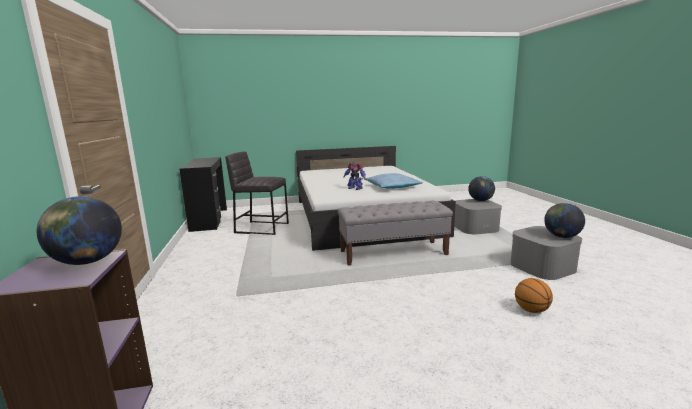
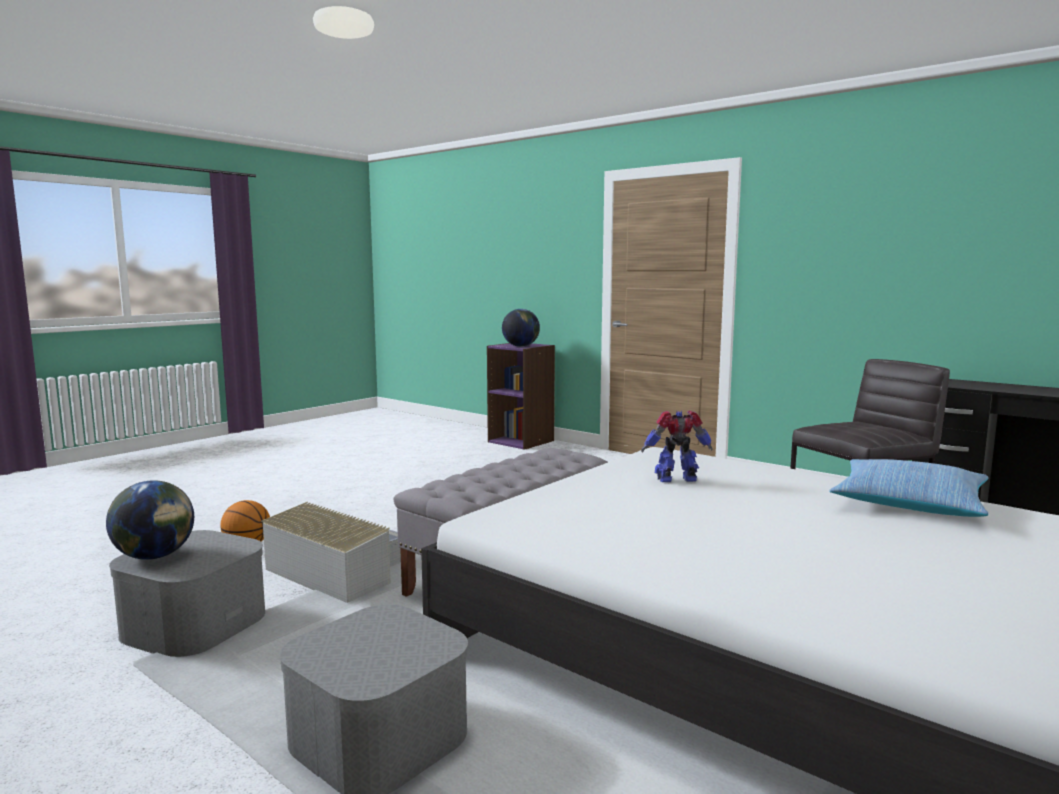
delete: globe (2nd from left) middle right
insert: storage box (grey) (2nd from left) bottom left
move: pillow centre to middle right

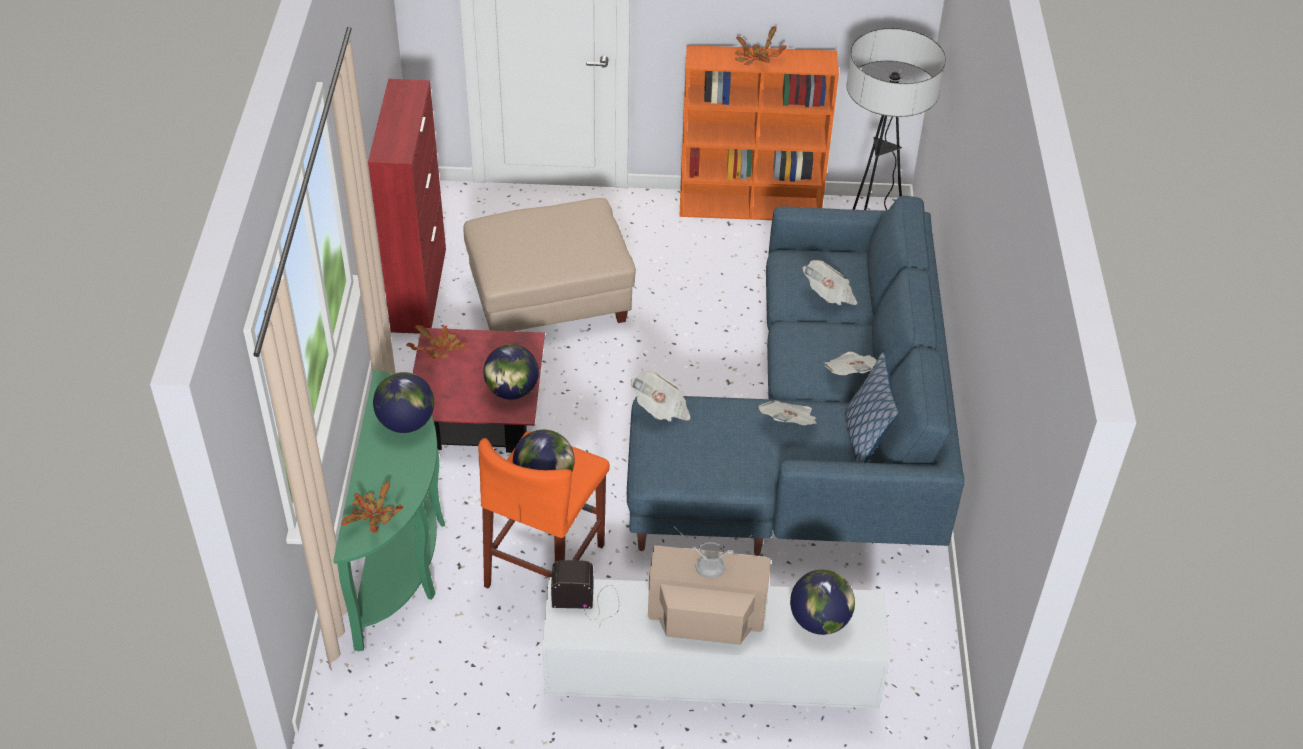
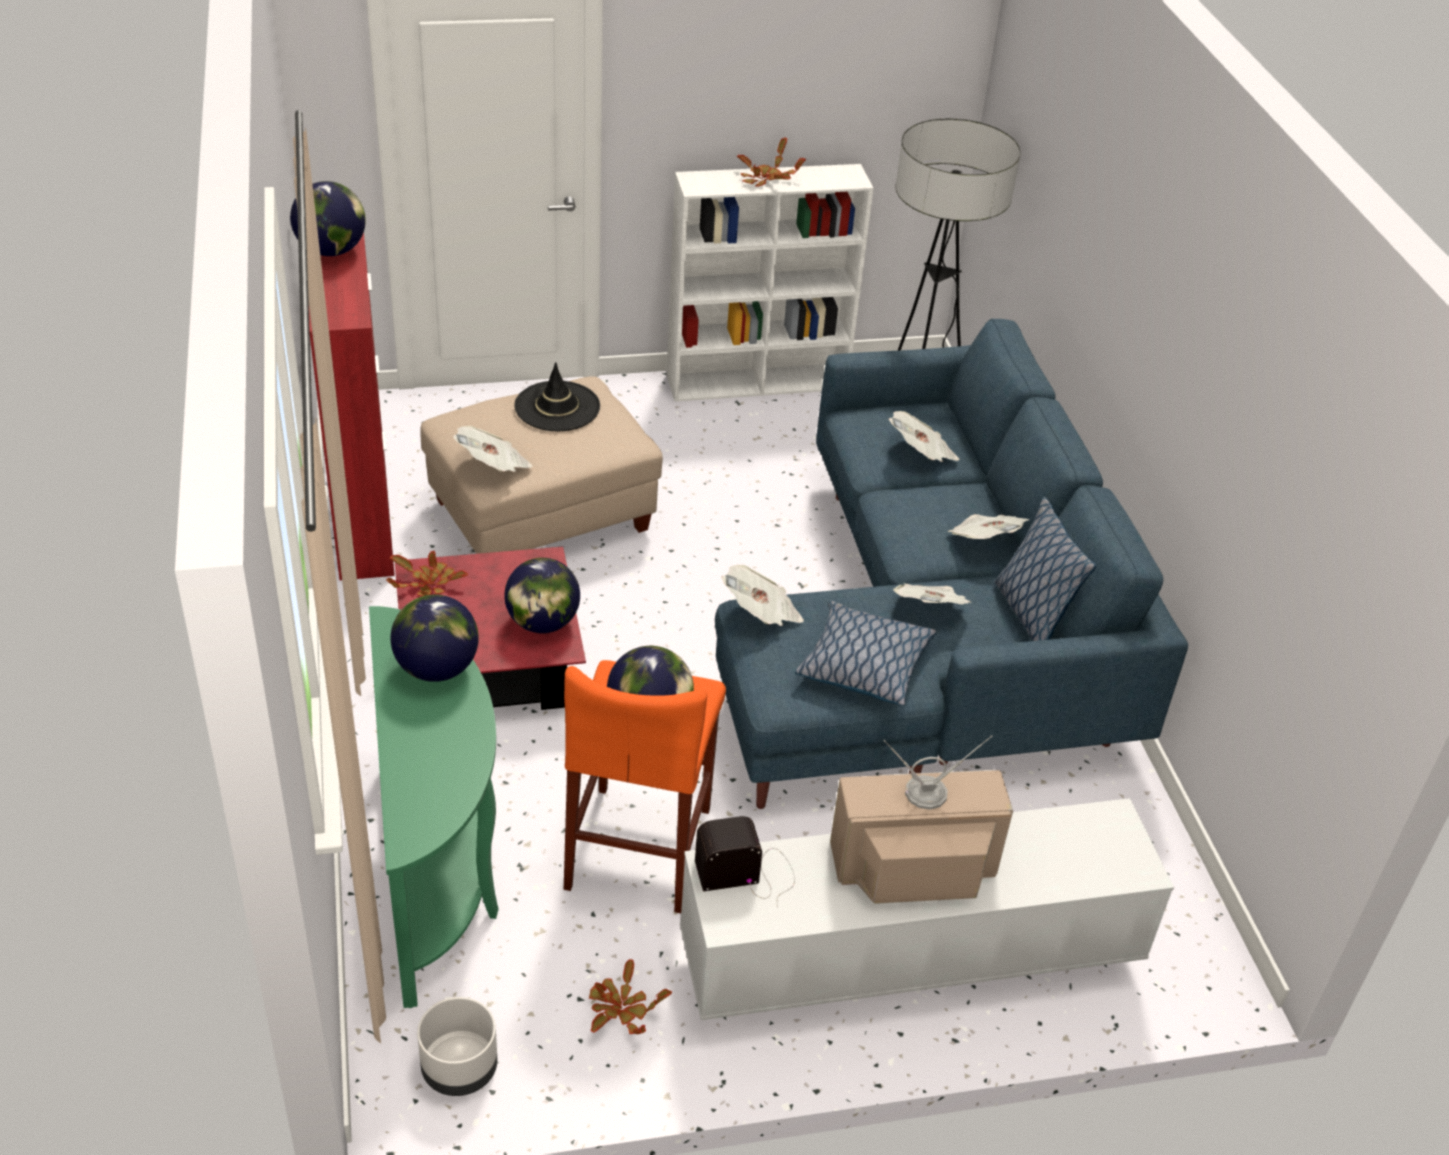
insert: hat (black) centre; newspaper (1st from left) centre; pillow (1st from left) centre; planter (grey) bottom left
move: potted plant (1st from left in the first image) bottom left to potted plant (2nd from left) bottom centre; globe (4th from left in the first image) bottom centre to globe (1st from left) top left
recolor: bookcase (orange) top centre to bookcase (white) top centre

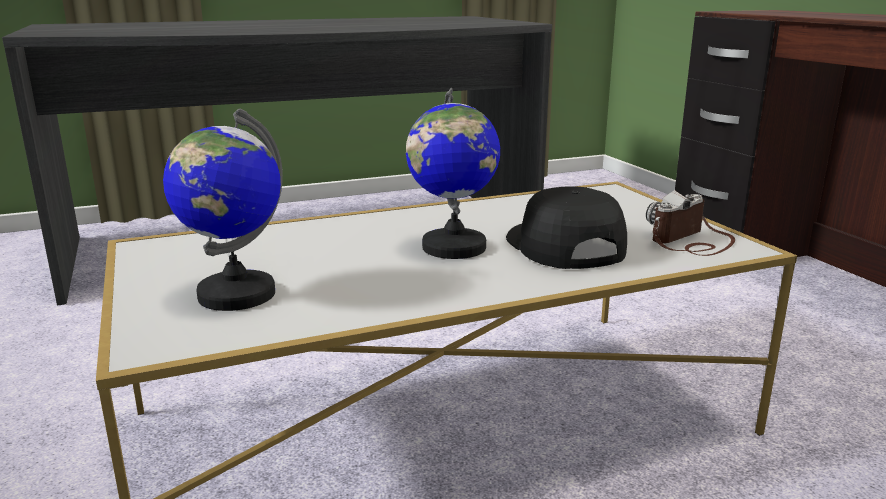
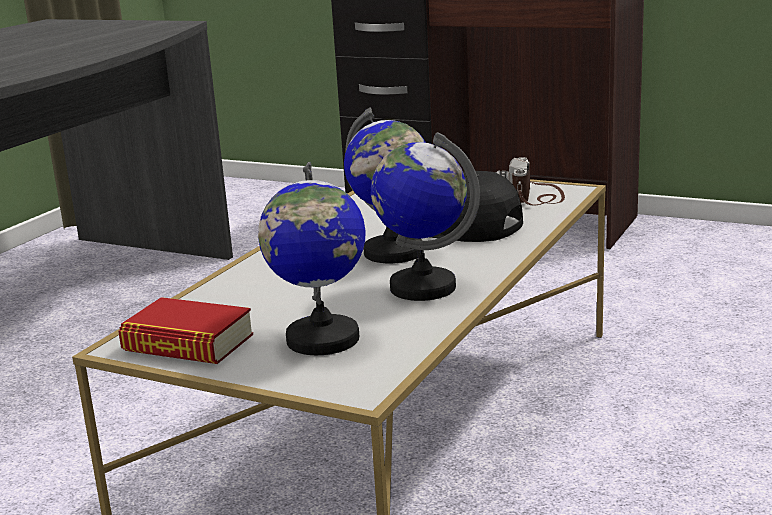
insert: globe (3rd from left) centre; book middle left

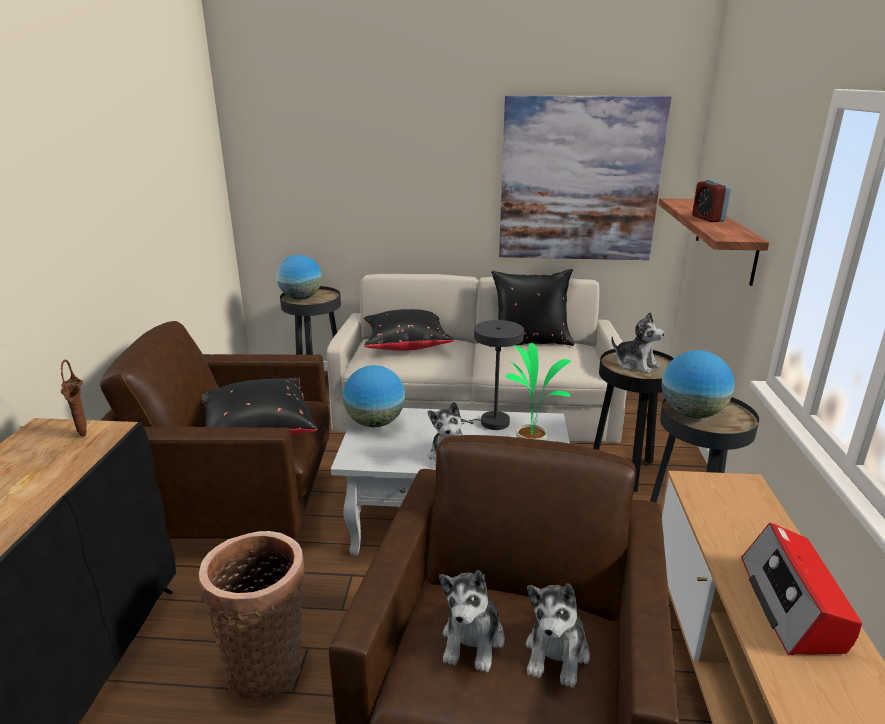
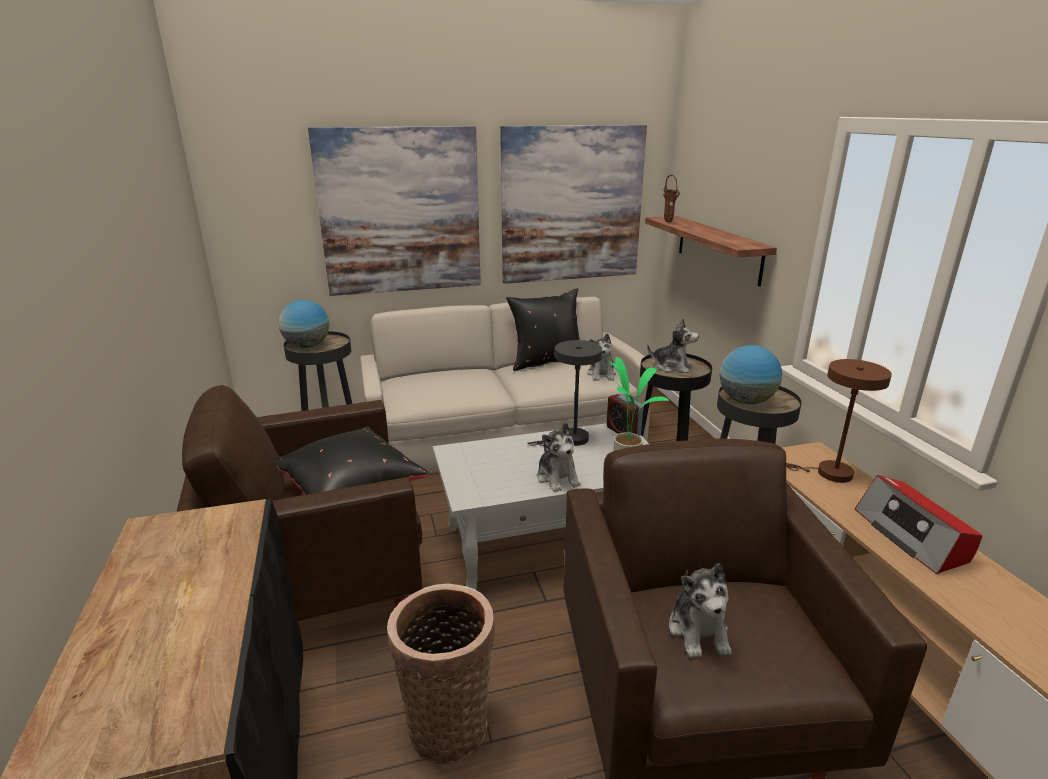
delete: pillow (black) (2nd from left) centre; globe (2nd from left) centre
insert: picture (1st from left) top centre; table lamp (brown) middle right
move: alarm clock top right to centre; vase (brown) middle left to top centre; plush toy (3rd from left in the first image) bottom centre to plush toy (2nd from left) centre

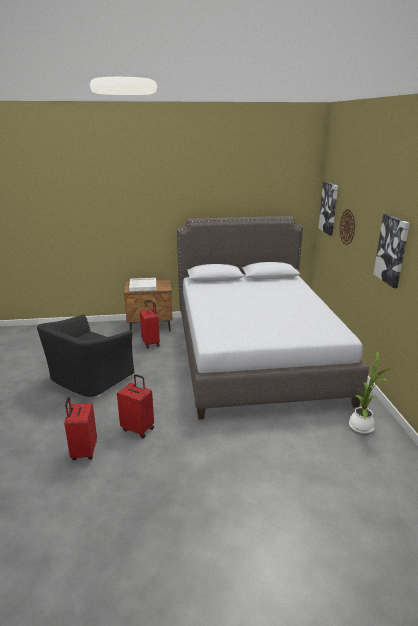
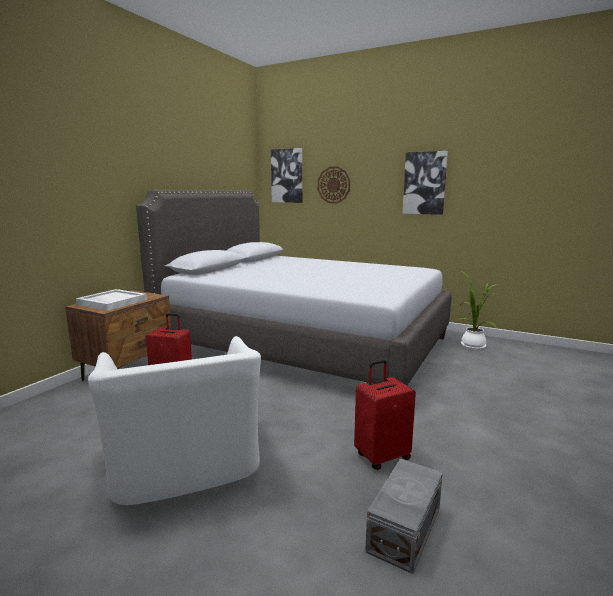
replace: suitcase (red) (1st from left) bottom left to storage box (grey) bottom centre
recolor: armchair (black) middle left to armchair (white) bottom left

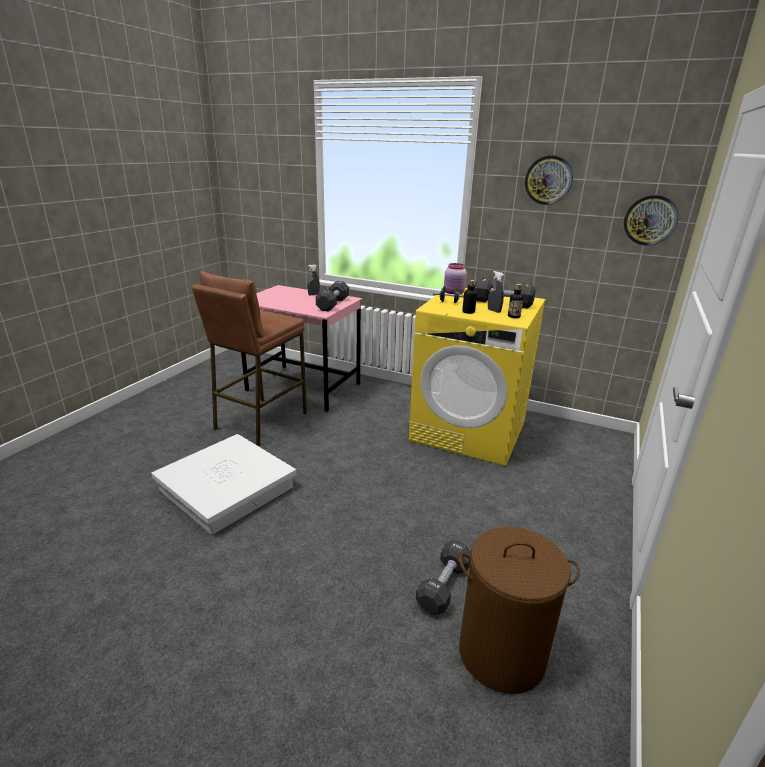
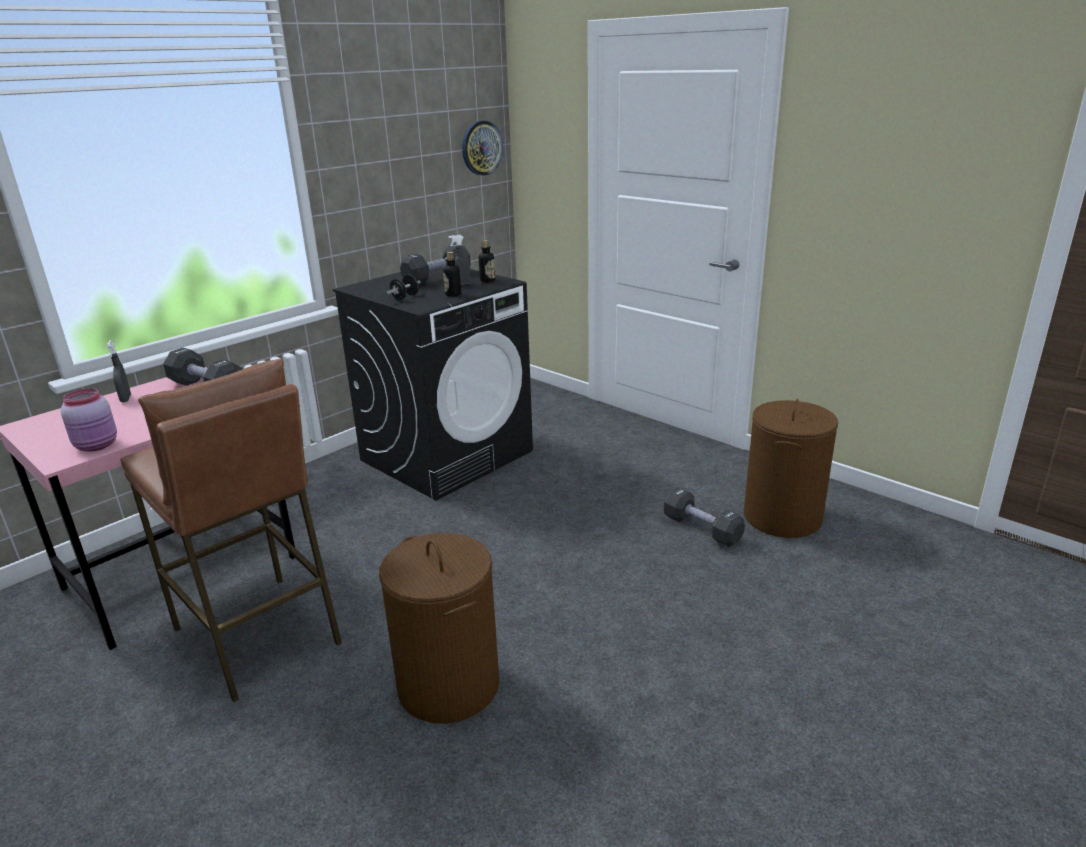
delete: wall clock (1st from left) top right
move: jar (pink) centre to middle left
replace: storage box (white) middle left to laundry basket (brown) (1st from left) bottom centre
recolor: washing machine (yellow) centre to washing machine (black) centre

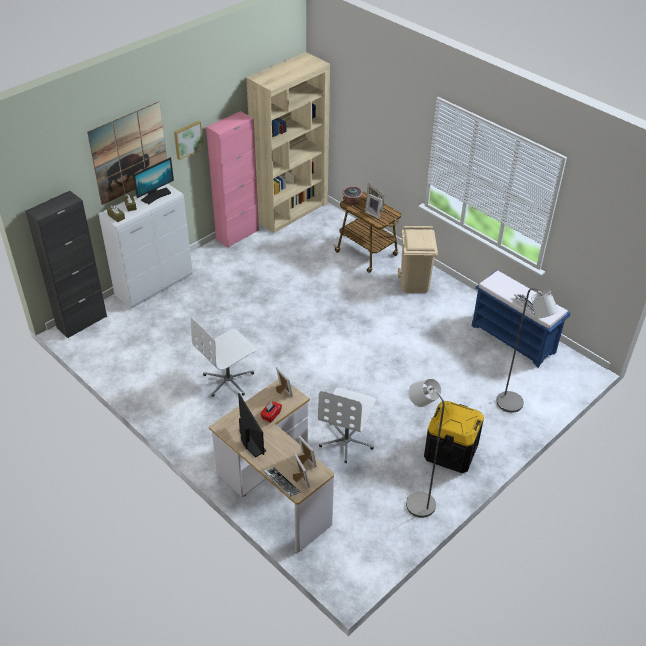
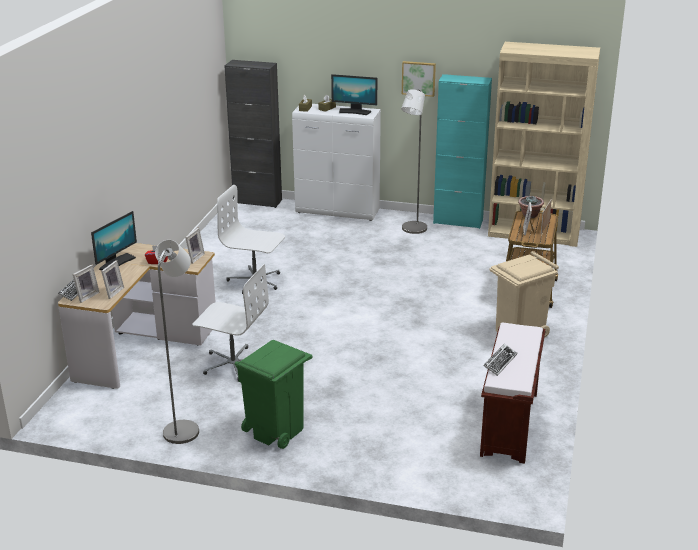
delete: picture (1st from left) top left
move: floor lamp (grey) (2nd from left) middle right to top centre
replace: storage box (black) bottom right to trash can (green) bottom centre
recolor: cabinet (pink) top centre to cabinet (turquoise) top centre; bench (blue) middle right to bench (brown) bottom right
rotate: office chair (white) (2nd from left in the first image) centre = middle left 150 degrees counterclockwise

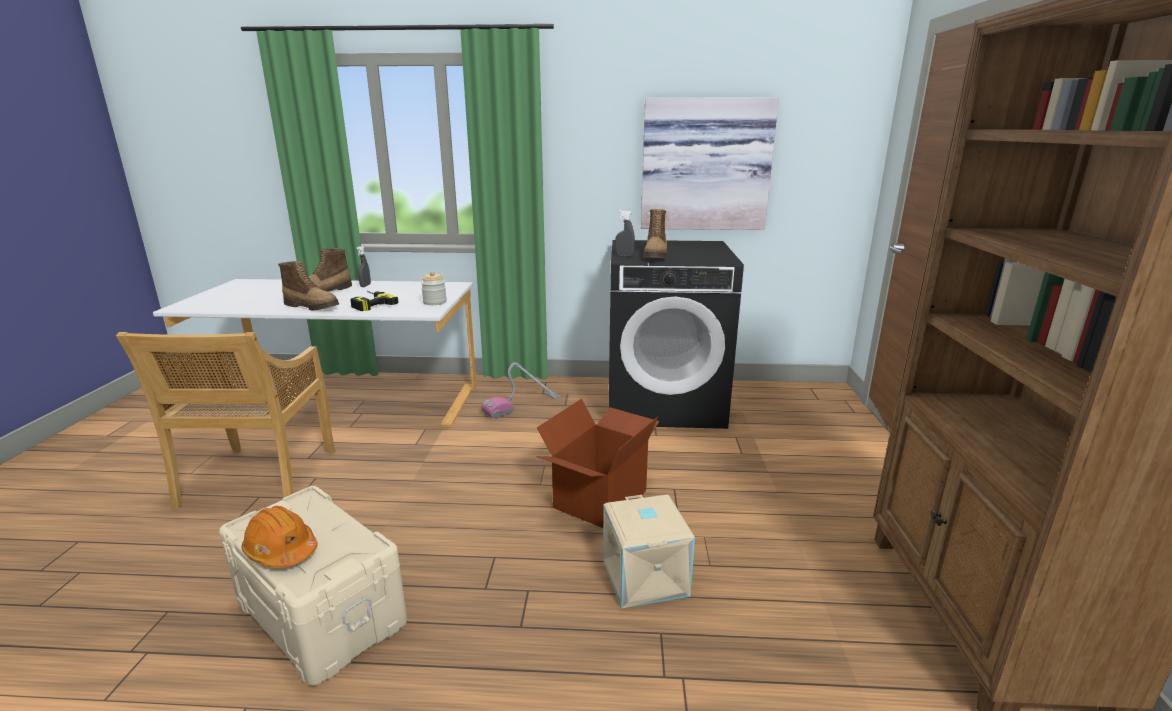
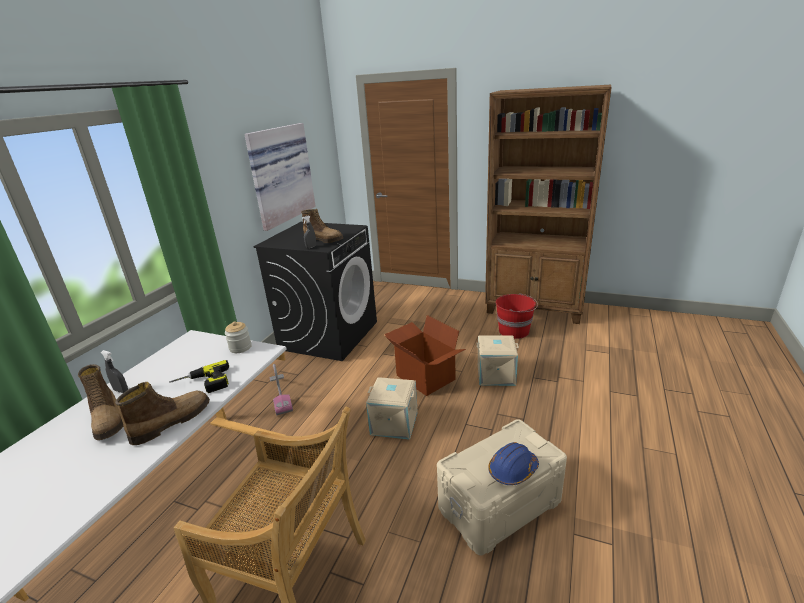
insert: bucket (red) centre; storage box (beige) (1st from left) bottom centre
recolor: hard hat (orange) bottom left to hard hat (blue) bottom centre

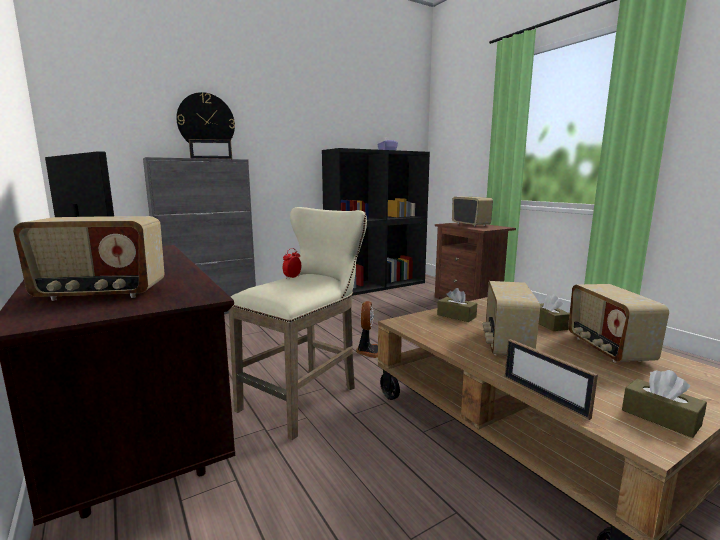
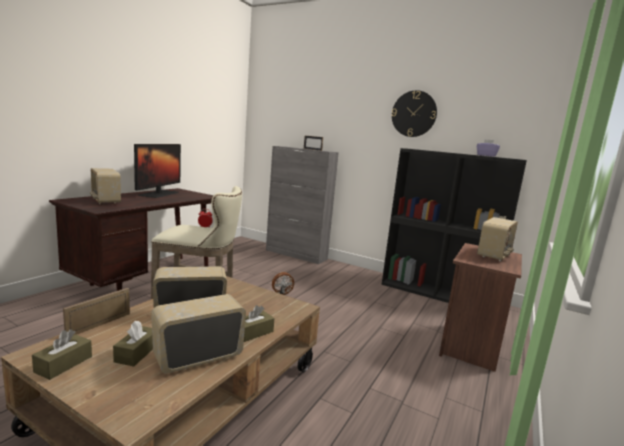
move: wall clock top left to top centre; tissue box (brown) (1st from left in the first image) centre to tissue box (brown) (2nd from left) bottom left

